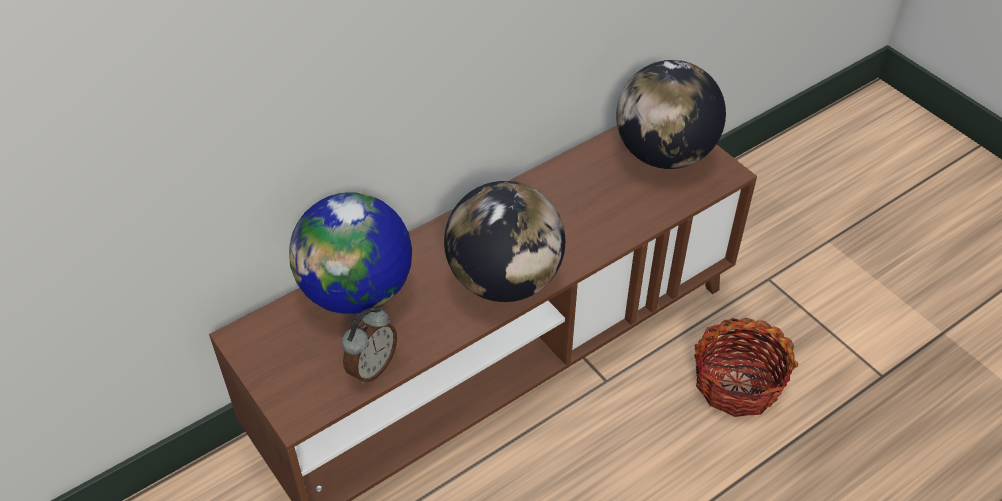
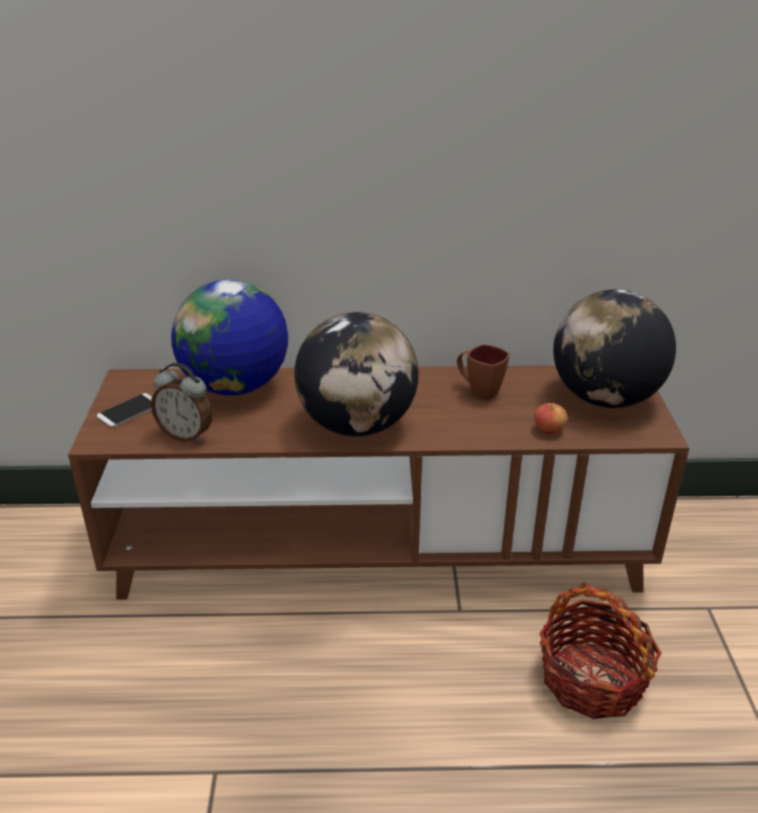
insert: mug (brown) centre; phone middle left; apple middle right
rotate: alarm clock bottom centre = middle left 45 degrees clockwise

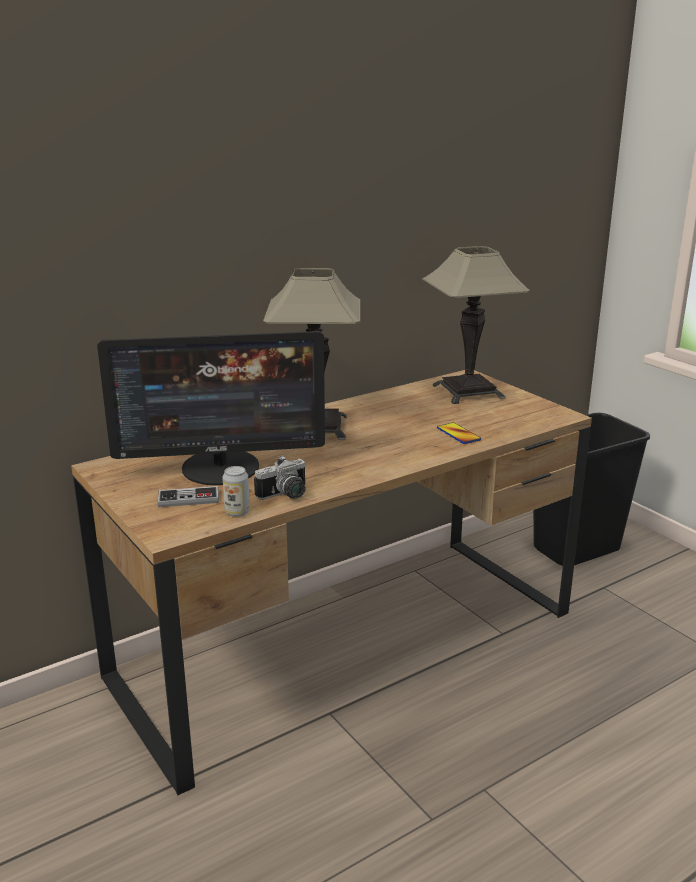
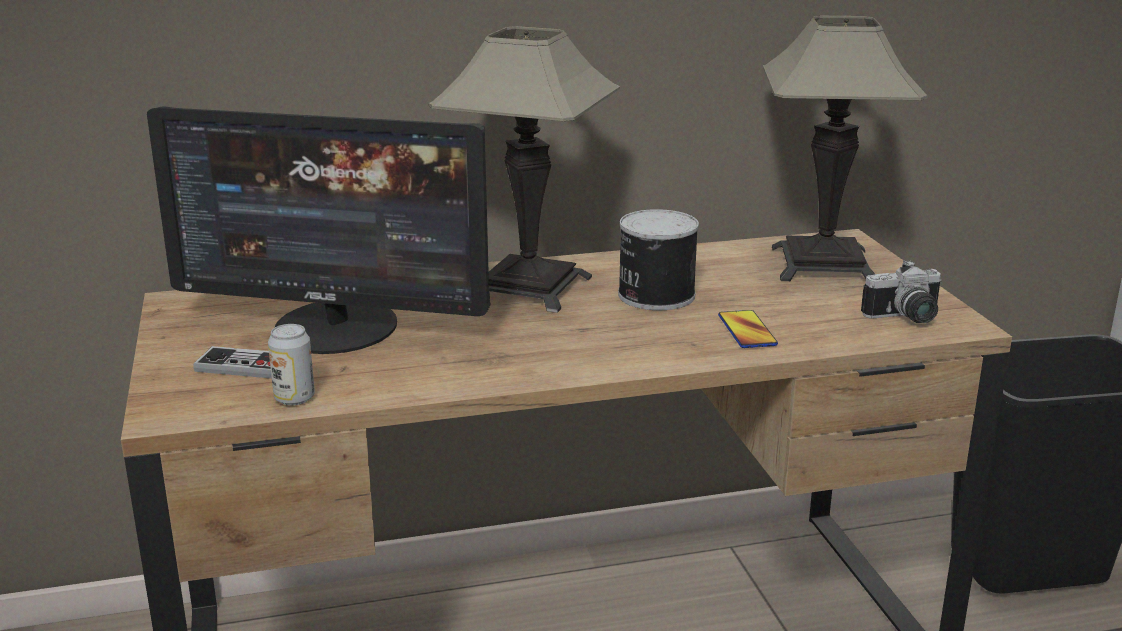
insert: can (2nd from left) centre
move: photo camera centre to middle right

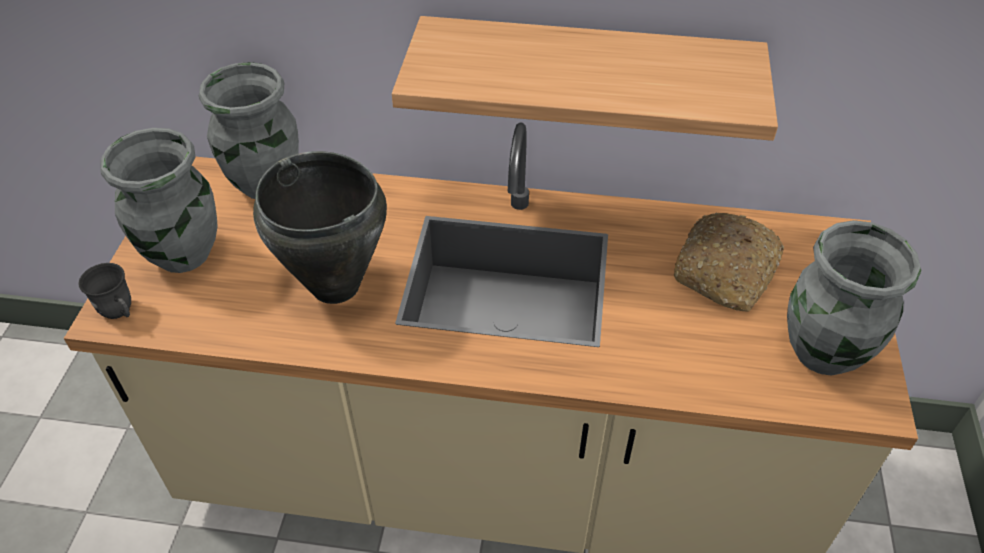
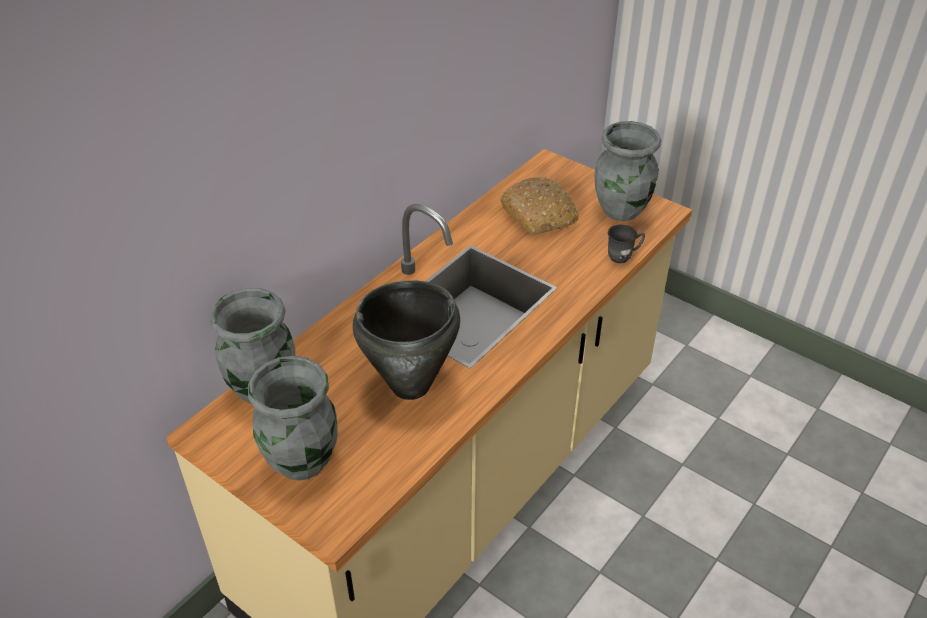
delete: shelf top centre
move: mug (grey) middle left to middle right

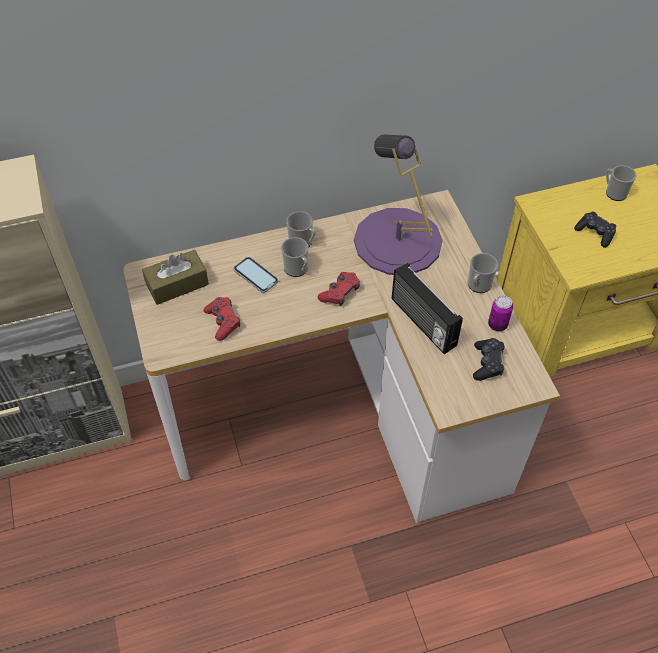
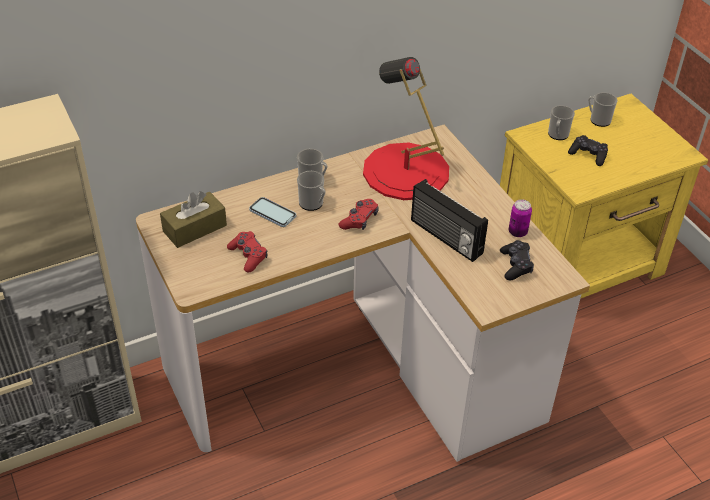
move: mug (3rd from left) middle right to top right
recolor: table lamp (purple) top centre to table lamp (red) top centre

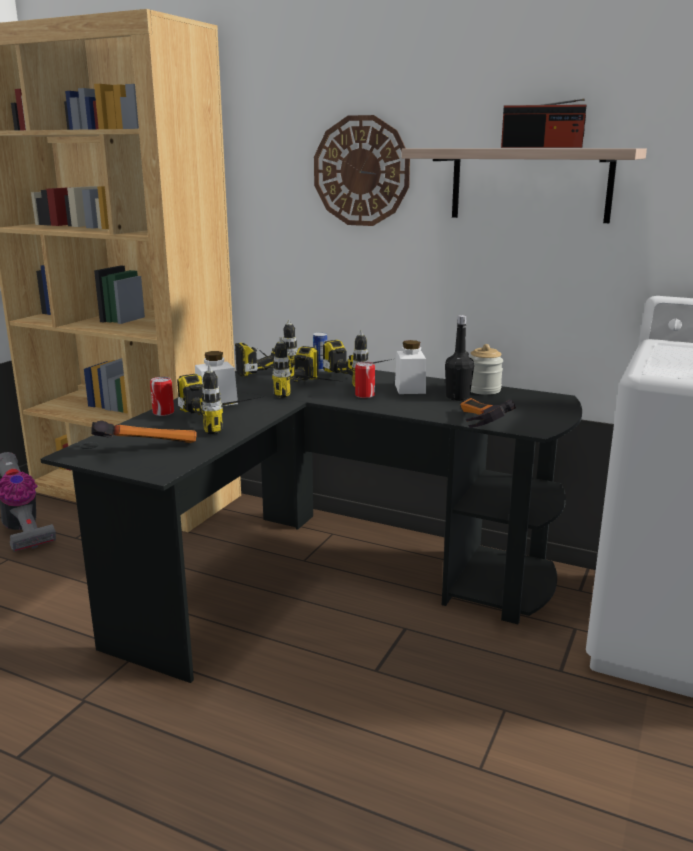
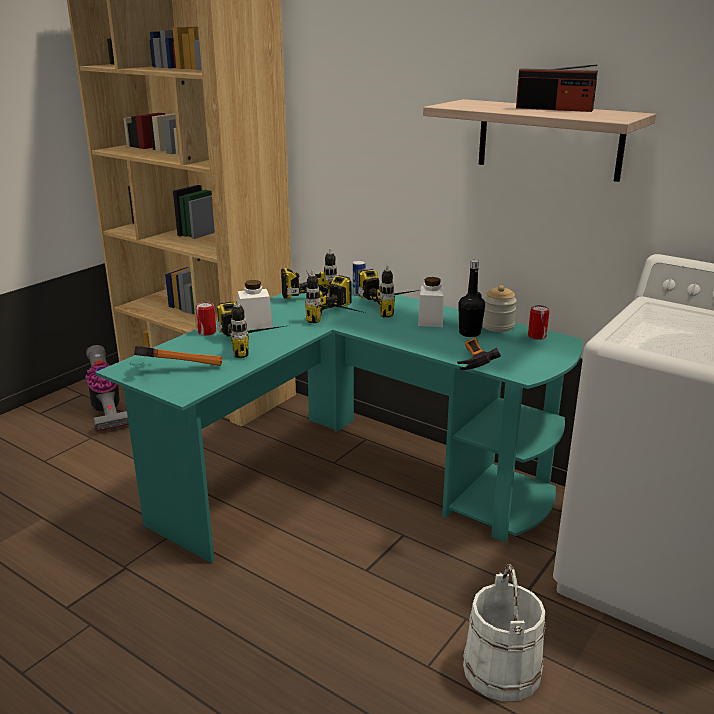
delete: wall clock top centre
insert: bucket (white) bottom right
move: can (3rd from left) centre to middle right
recolor: desk (black) centre to desk (turquoise) centre

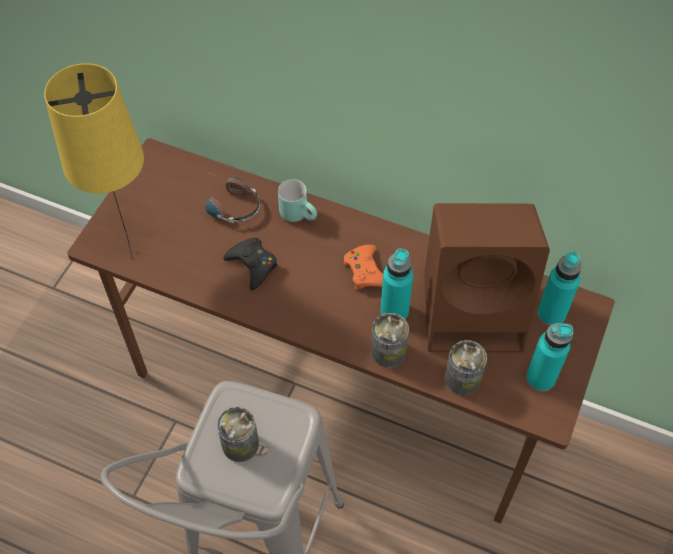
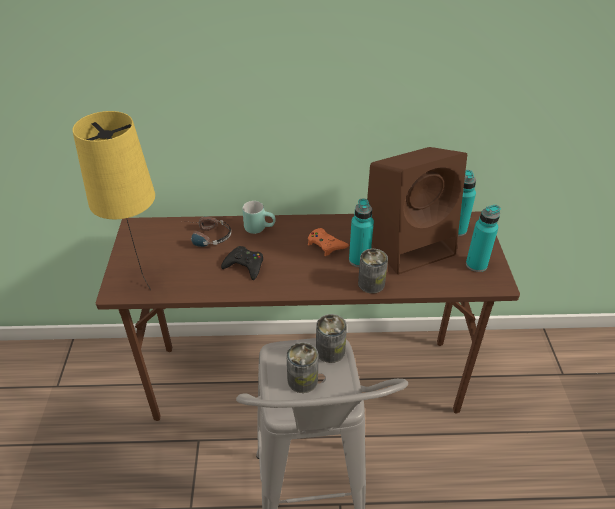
move: can (3rd from left in the first image) middle right to can (2nd from left) centre

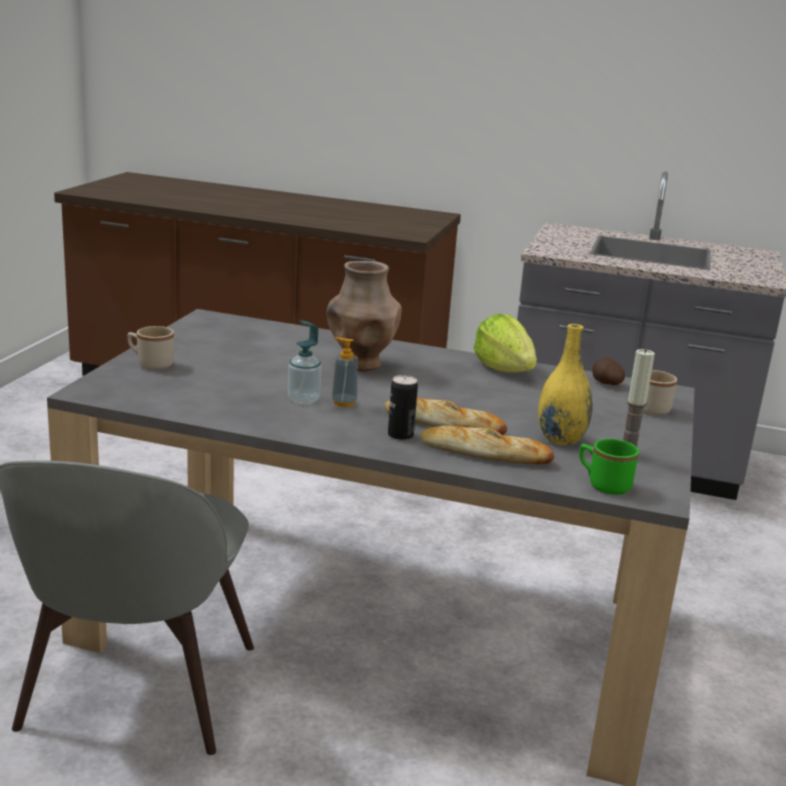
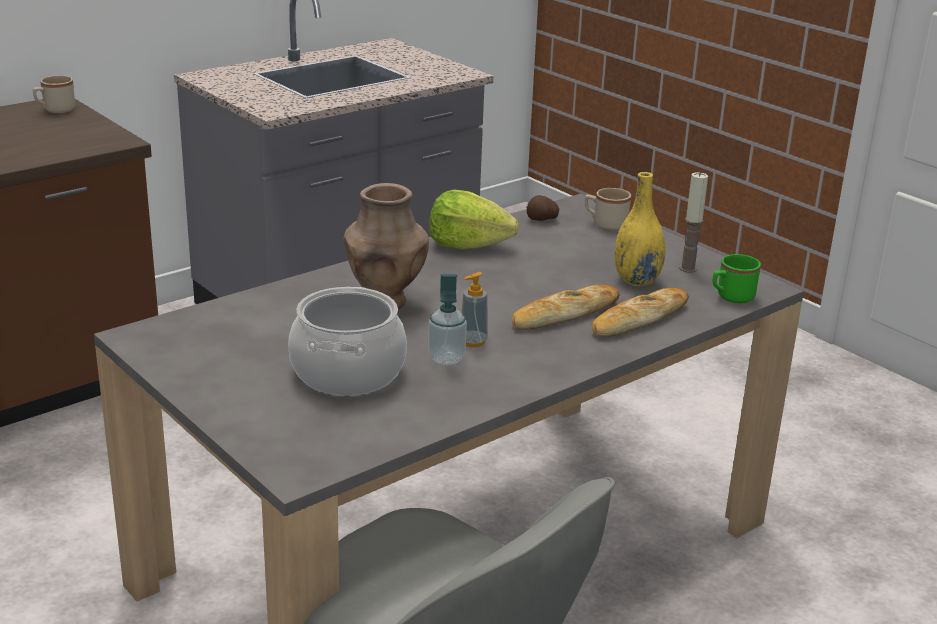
delete: can centre
insert: cooking pot centre
move: mug (beige) (1st from left) middle left to top left

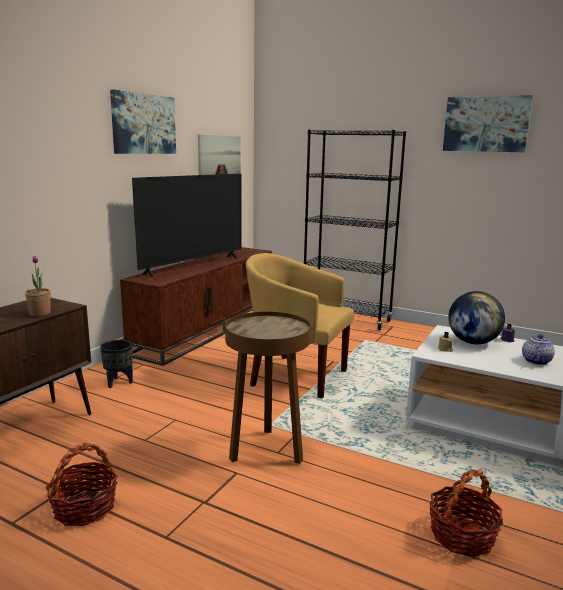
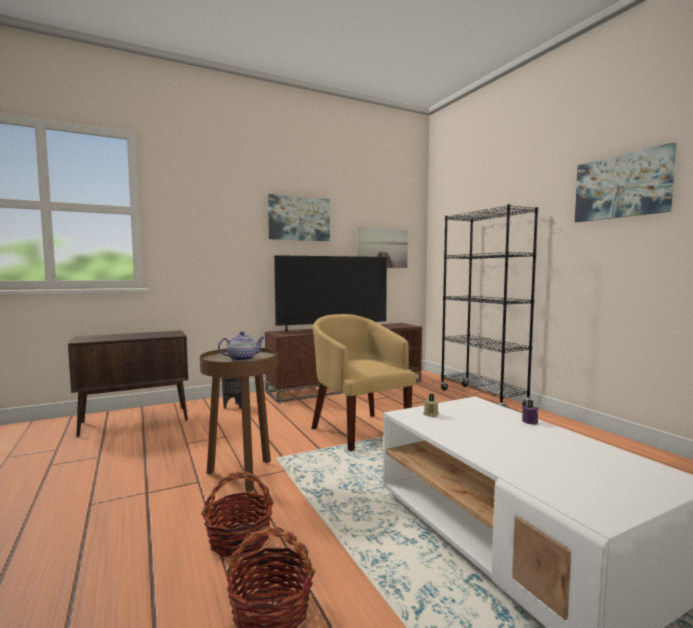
delete: potted plant middle left; globe middle right
move: teapot middle right to centre; basket (1st from left) bottom left to bottom centre

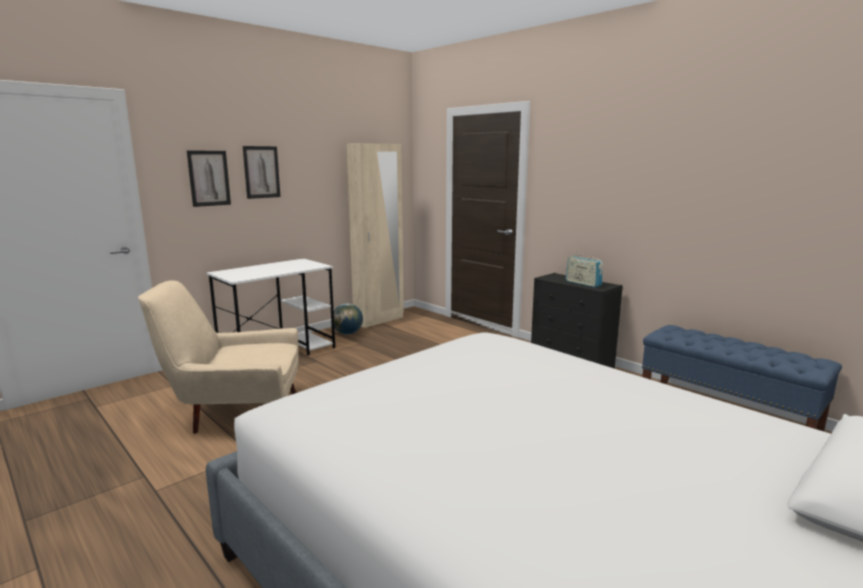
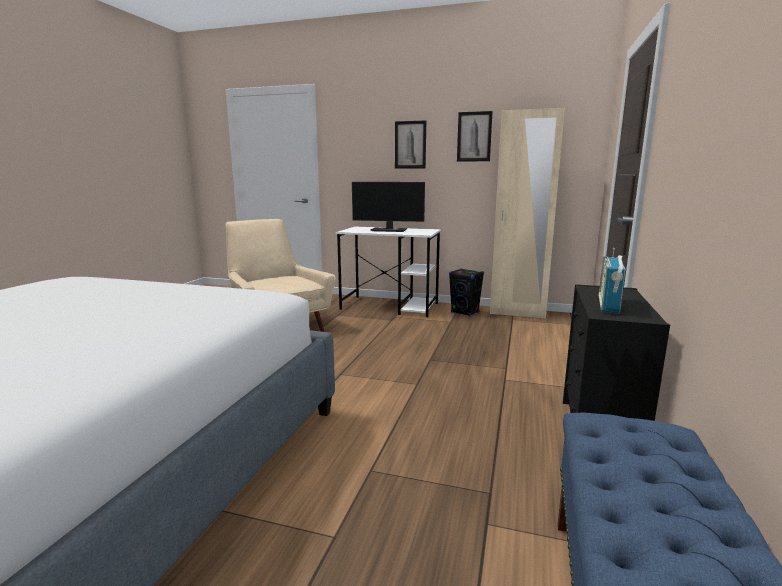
insert: monitor centre
move: picture (1st from left in the first image) top left to picture (2nd from left) top centre
replace: globe centre to speaker (black) centre

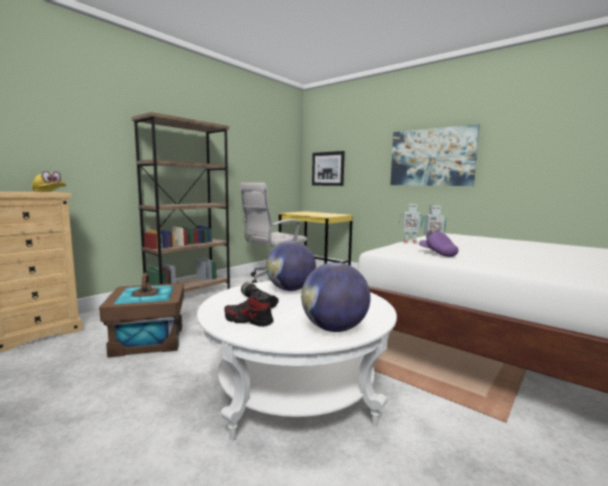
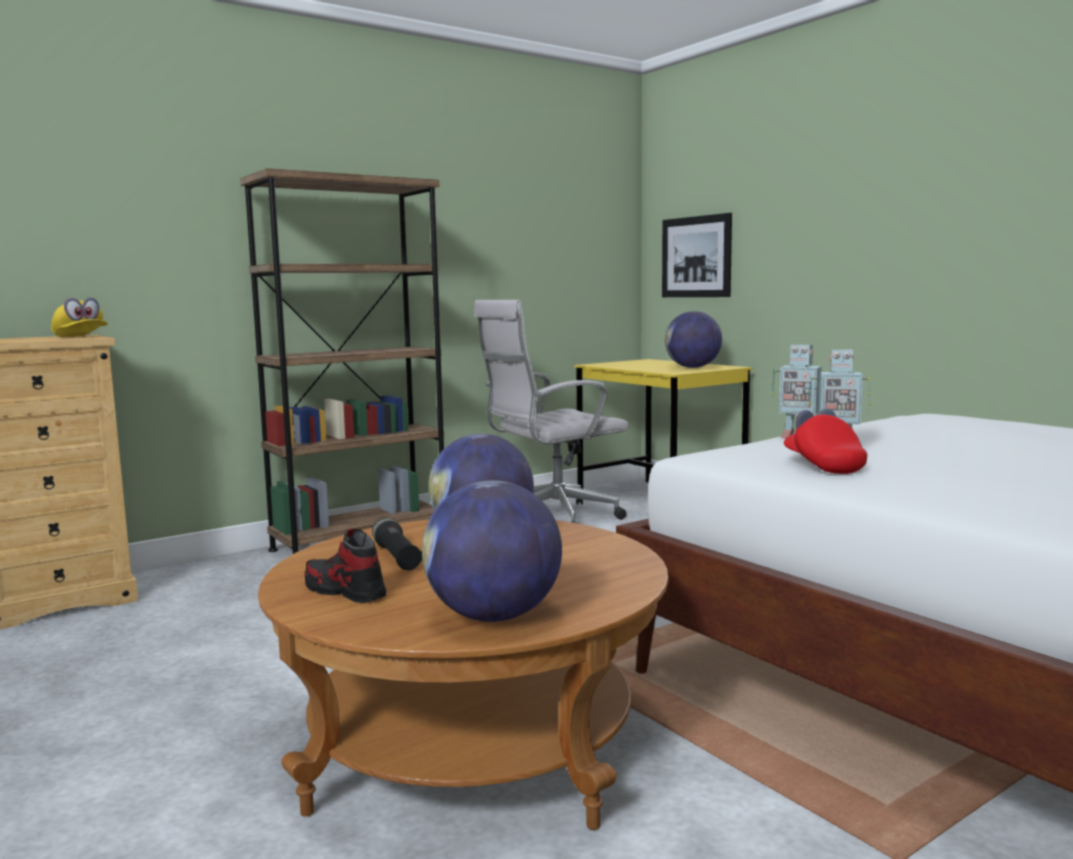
delete: picture (2nd from left) top right; storage box (brown) middle left
insert: globe (3rd from left) centre
recolor: cap (purple) middle right to cap (red) middle right; coffee table (white) bottom centre to coffee table (brown) bottom centre

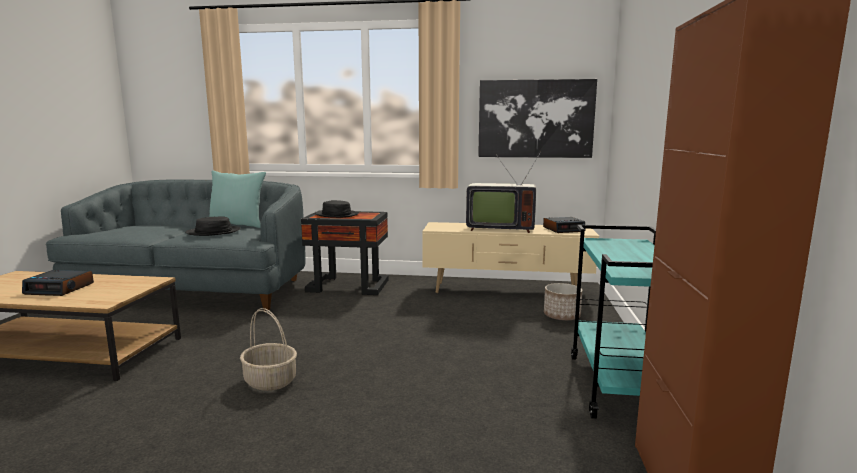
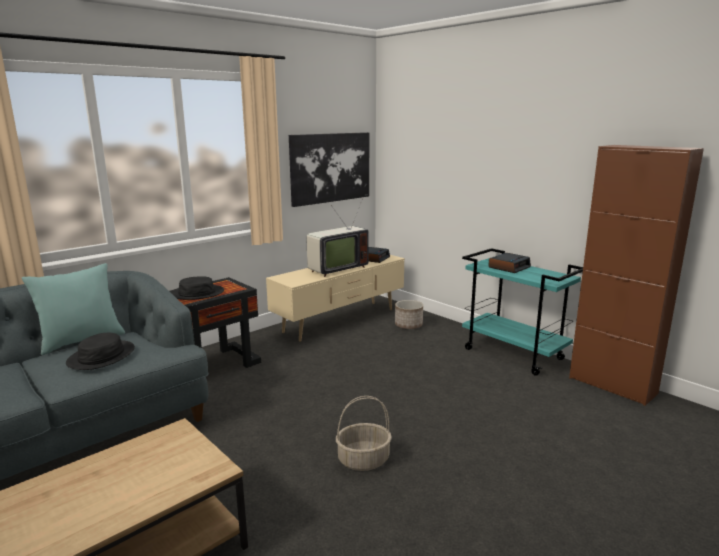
move: alarm clock (1st from left in the first image) middle left to alarm clock (2nd from left) middle right

